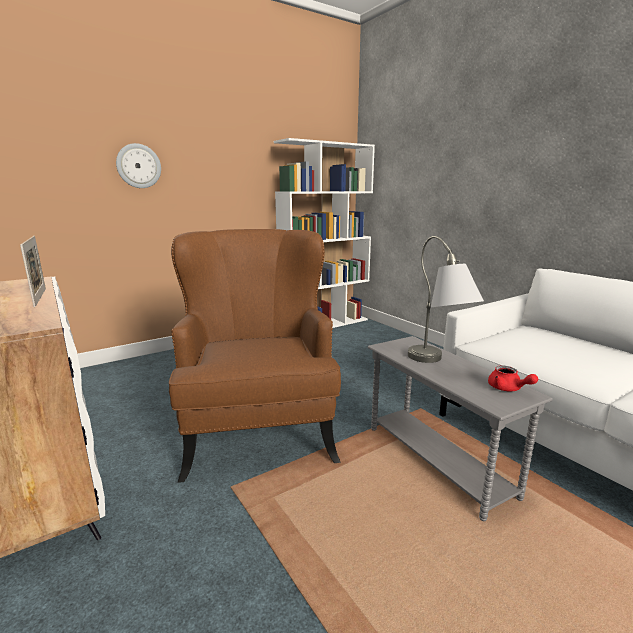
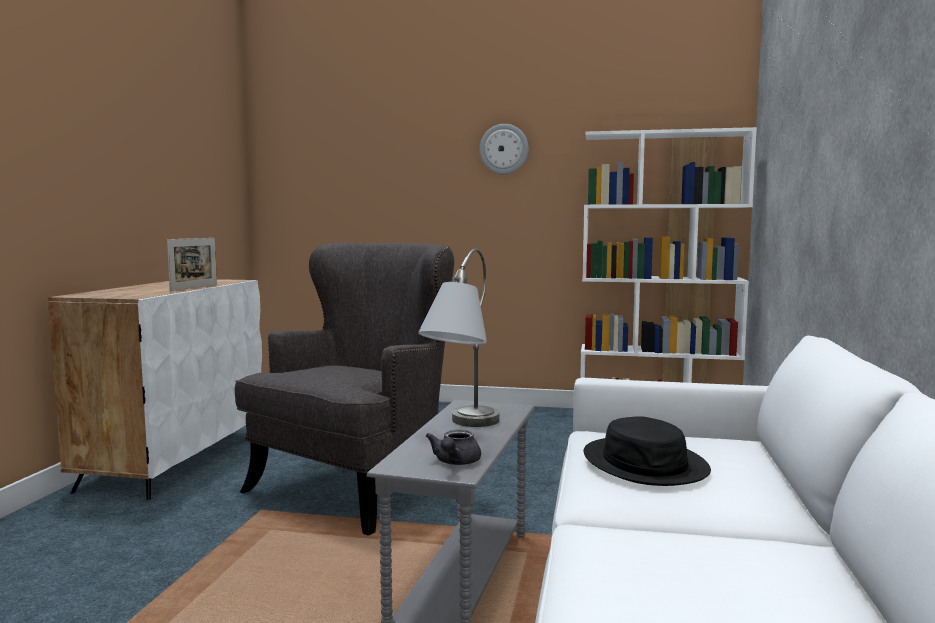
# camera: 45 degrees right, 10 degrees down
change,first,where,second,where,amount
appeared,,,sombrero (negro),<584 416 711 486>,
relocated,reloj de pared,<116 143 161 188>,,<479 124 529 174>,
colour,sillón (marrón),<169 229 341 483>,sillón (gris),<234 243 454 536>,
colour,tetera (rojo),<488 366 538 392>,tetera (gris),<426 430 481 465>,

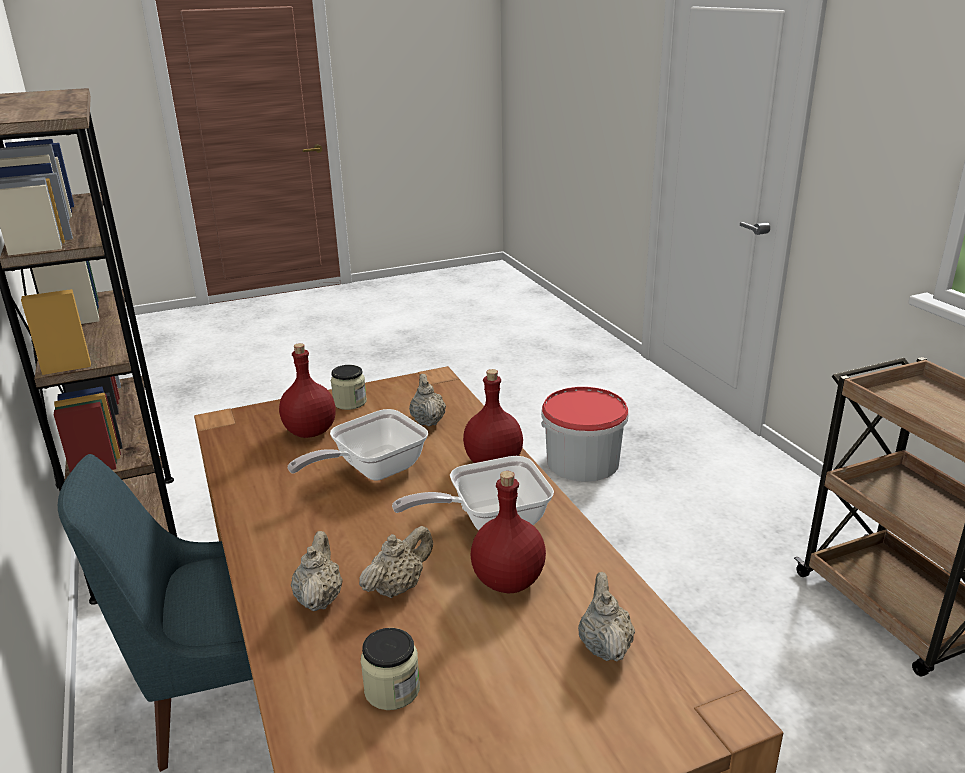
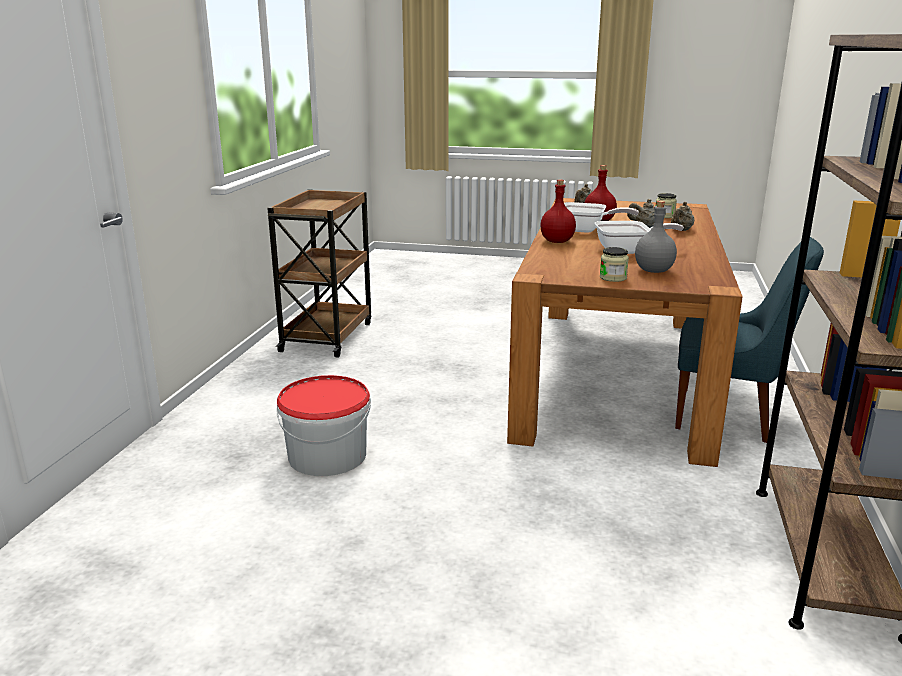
# camera: 145 degrees left, 5 degrees down
change,first,where,second,where,amount
missing,tetera (beis),<409 374 446 427>,,,
colour,botella (rojo),<279 343 336 438>,botella (gris),<635 201 677 273>,

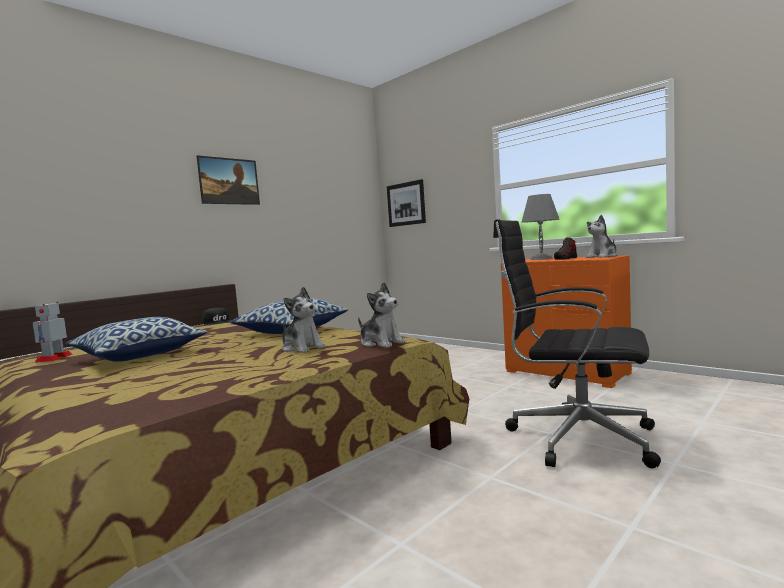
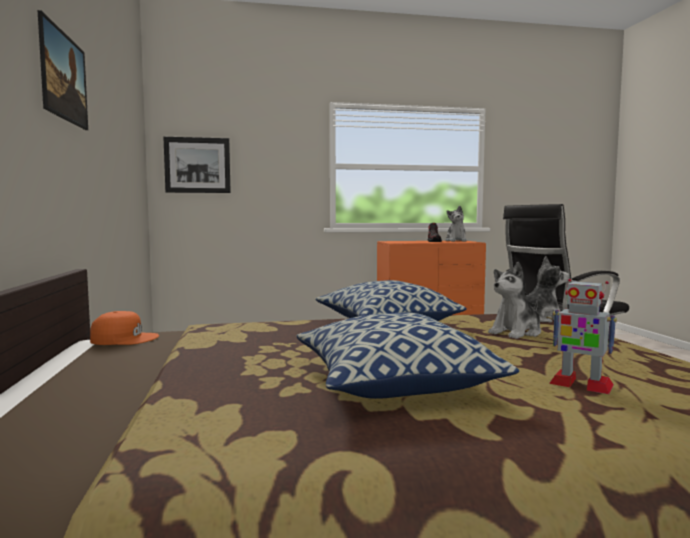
# camera: 55 degrees left, 0 degrees up
change,first,where,second,where,amount
missing,lámpara de mesa (gris),<522 194 559 260>,,,
relocated,robot de juguete,<32 302 73 363>,,<549 279 617 394>,
colour,gorra (negro),<202 307 232 325>,gorra (naranja),<90 311 159 345>,
spun,peluche,<282 287 326 353>,,<488 262 541 339>,150 degrees clockwise

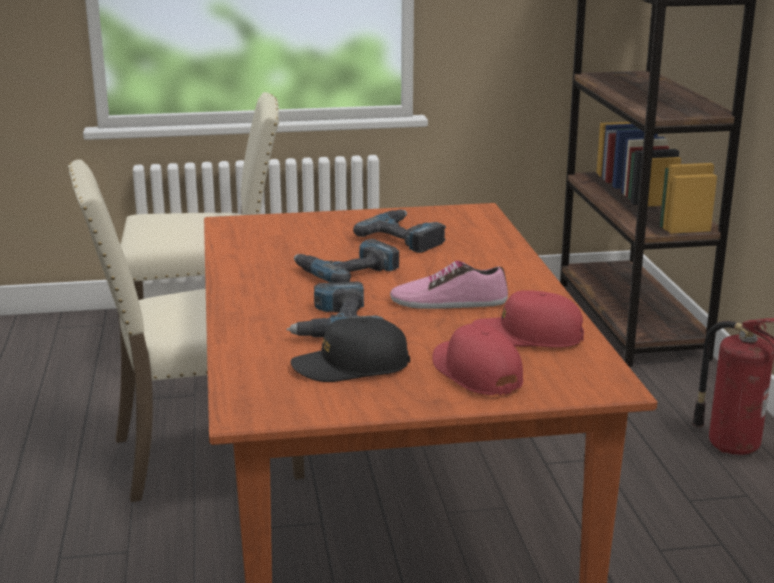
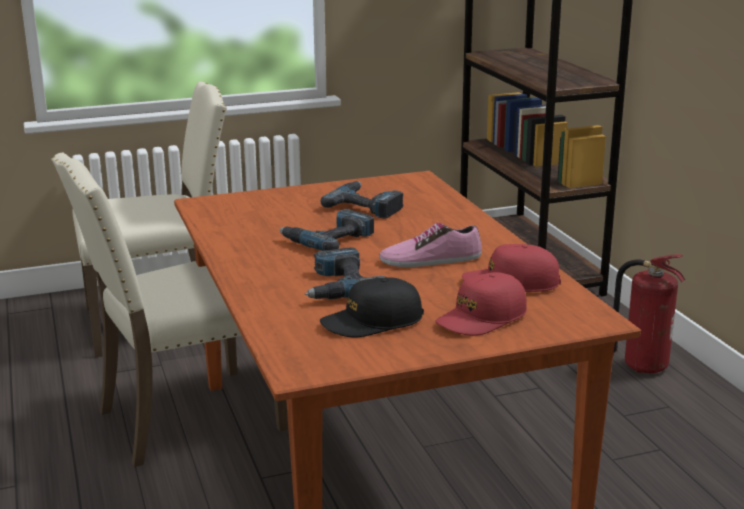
# camera: 10 degrees left, 0 degrees up
change,first,where,second,where,amount
spun,gorra (rojo),<432 323 523 396>,,<435 272 527 336>,90 degrees counterclockwise

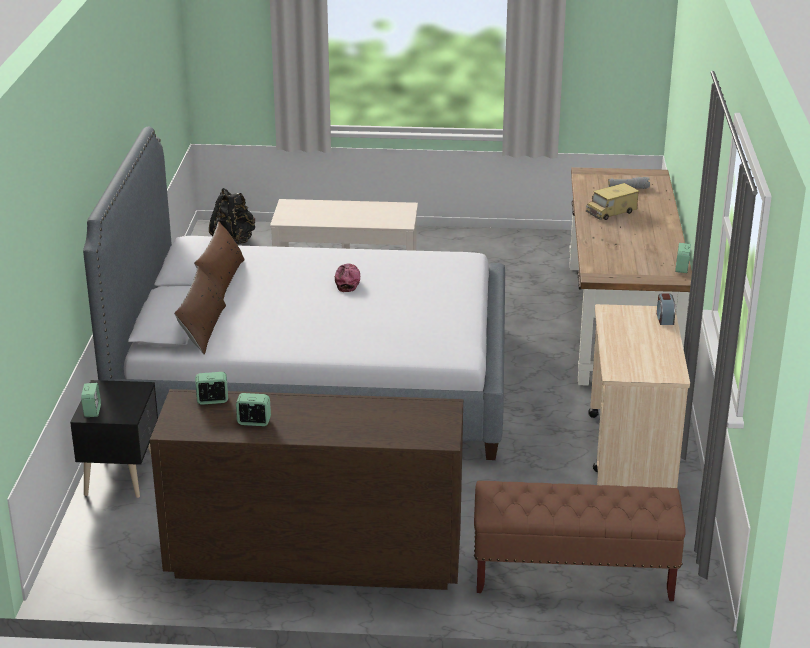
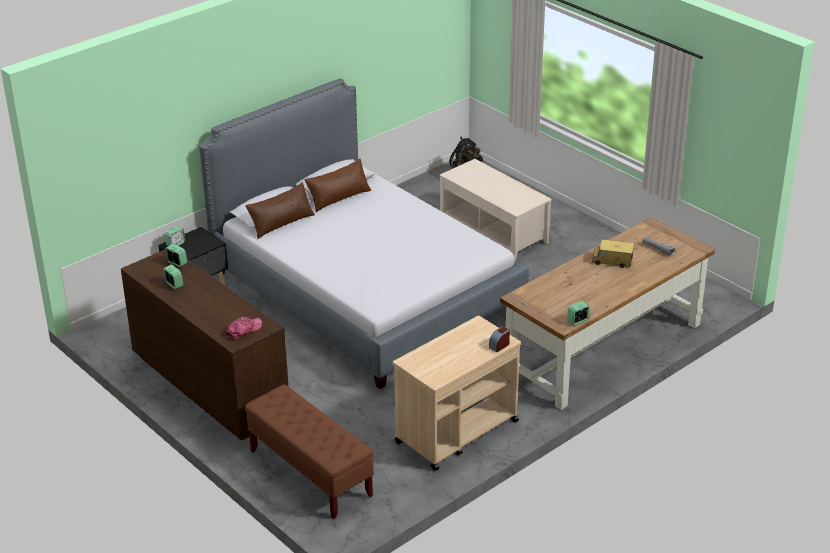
# camera: 45 degrees right, 5 degrees up
change,first,where,second,where,amount
relocated,gorra,<335 264 360 292>,,<225 316 262 341>,

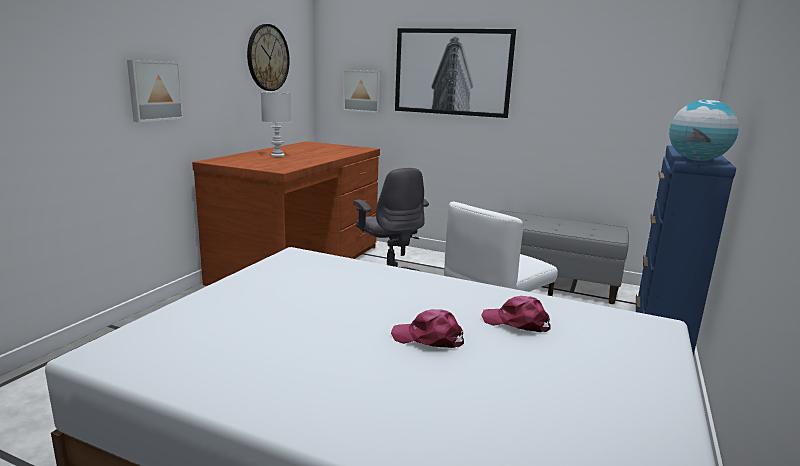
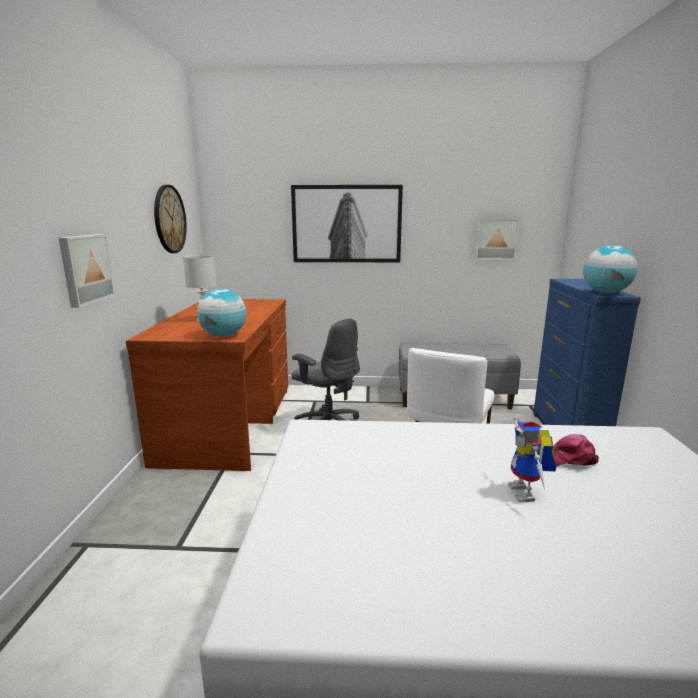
# camera: 20 degrees left, 0 degrees up
change,first,where,second,where,amount
appeared,,,globo terráqueo,<197 289 247 337>,
relocated,cuadro,<343 70 381 113>,,<475 219 520 260>,
exchanged,gorra (rosa),<391 309 464 348>,robot de juguete,<508 417 556 502>,

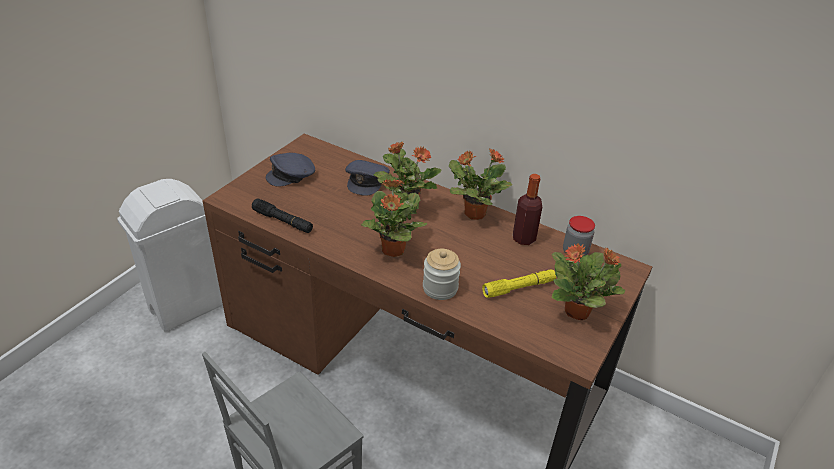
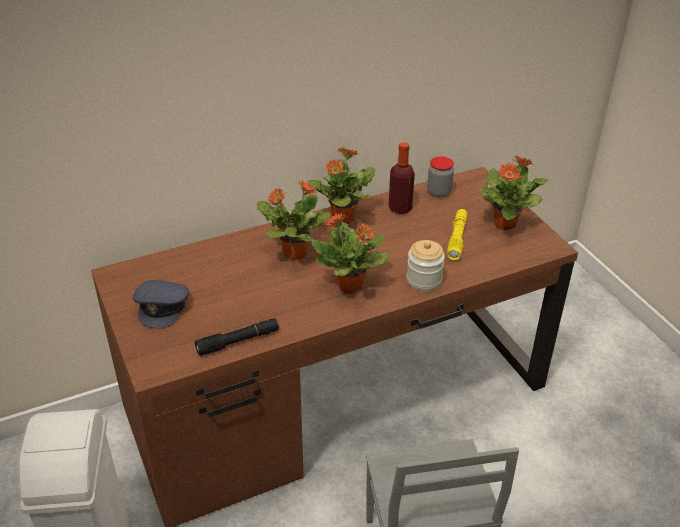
# camera: 55 degrees left, 0 degrees up
change,first,where,second,where,amount
missing,gorra (gris),<345 160 390 196>,,,

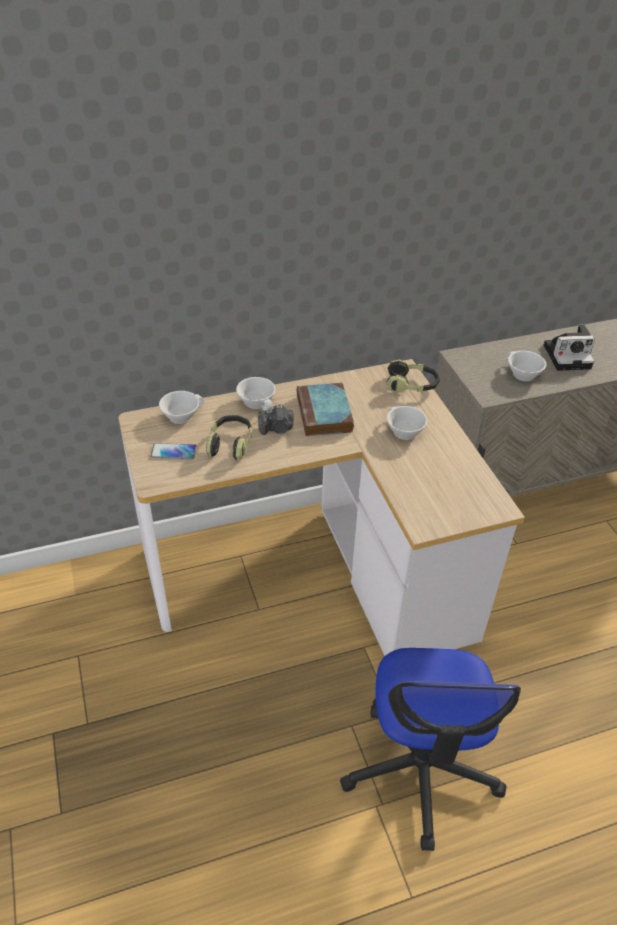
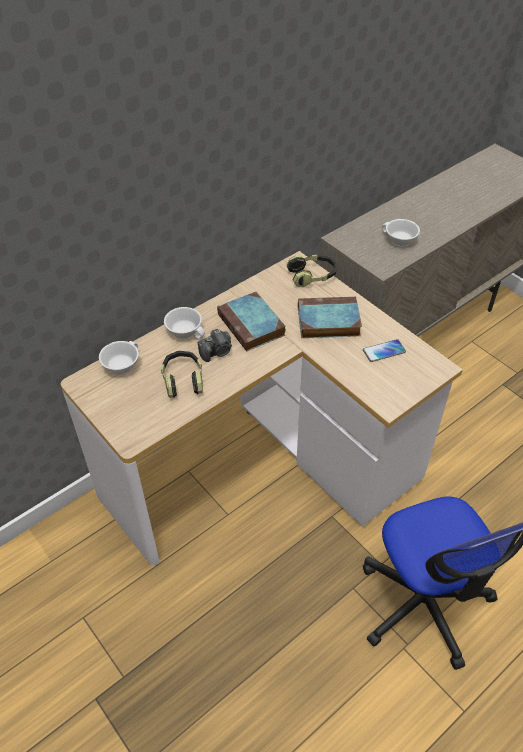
# camera: 20 degrees left, 5 degrees up
change,first,where,second,where,amount
missing,cámara,<544 325 595 371>,,,
relocated,móvil,<151 443 196 460>,,<363 339 406 362>,
exchanged,taza (blanco),<387 406 427 440>,libro,<298 297 362 338>,

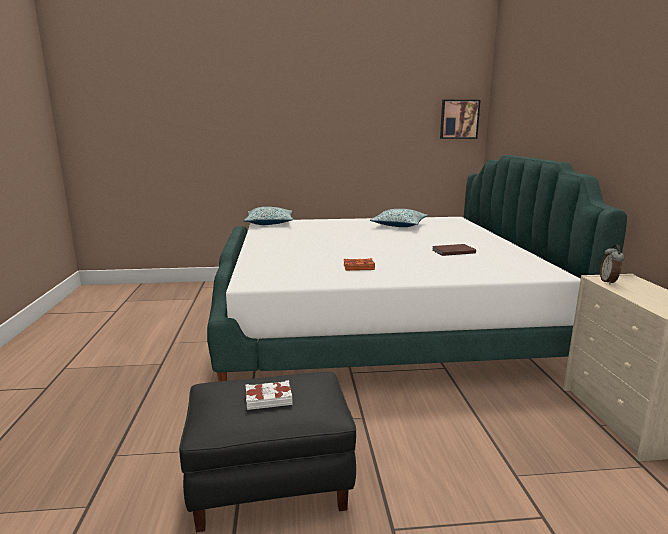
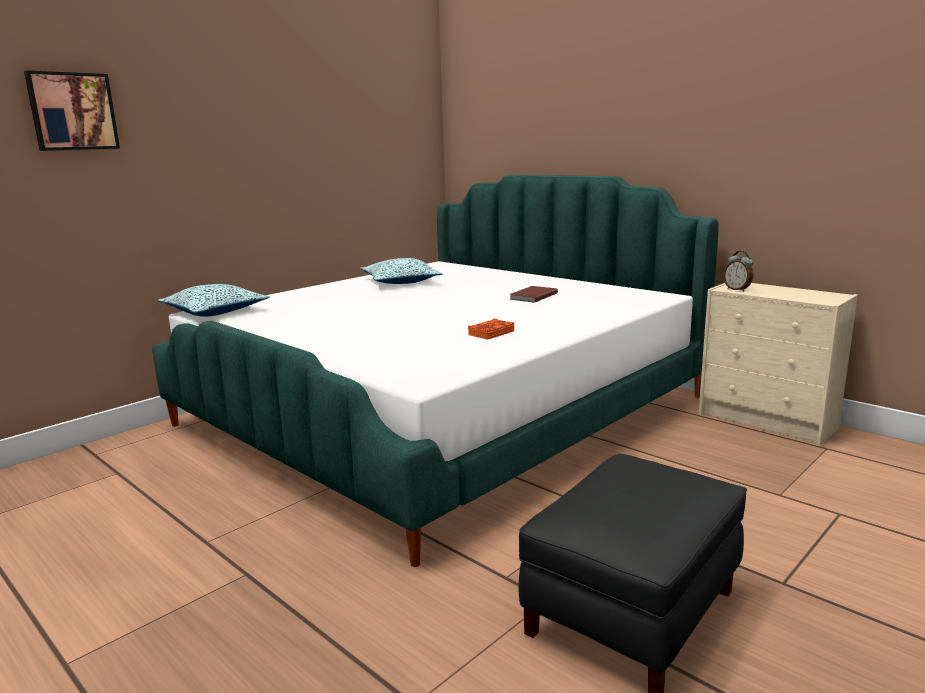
# camera: 40 degrees left, 0 degrees up
change,first,where,second,where,amount
missing,libro (blanco),<246 380 293 410>,,,
relocated,cuadro,<440 100 481 139>,,<24 71 120 151>,

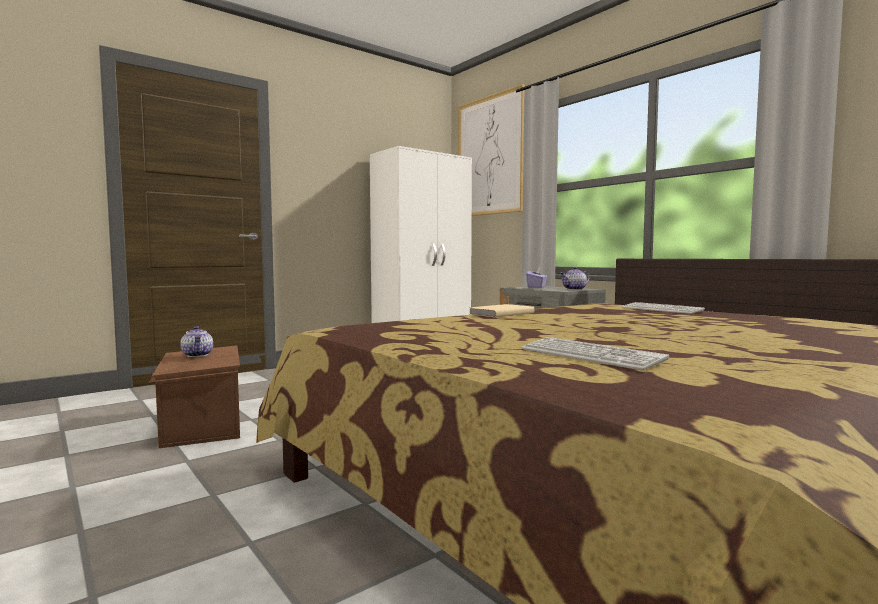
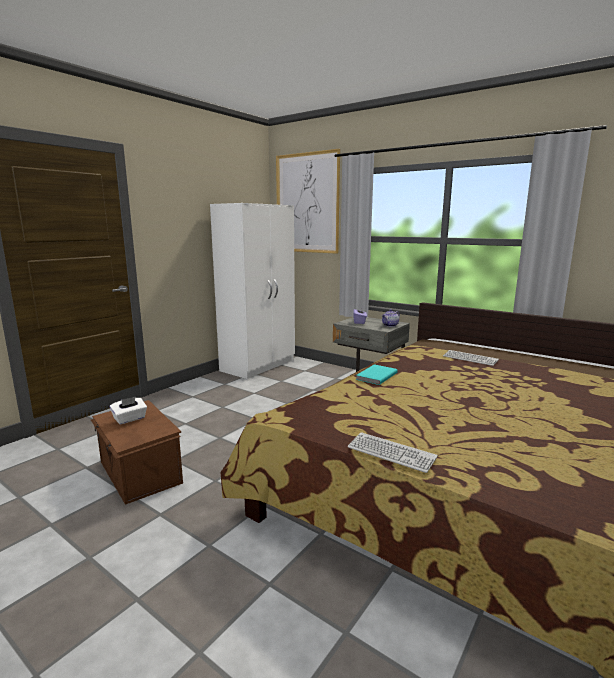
# camera: 15 degrees left, 10 degrees up
change,first,where,second,where,amount
relocated,teclado,<522 337 669 370>,,<348 432 438 473>,
exchanged,tetera,<180 326 213 357>,caja de pañuelos (blanco),<110 396 147 424>,
colour,libro (beis),<469 304 535 317>,libro (turquesa),<356 364 398 385>,

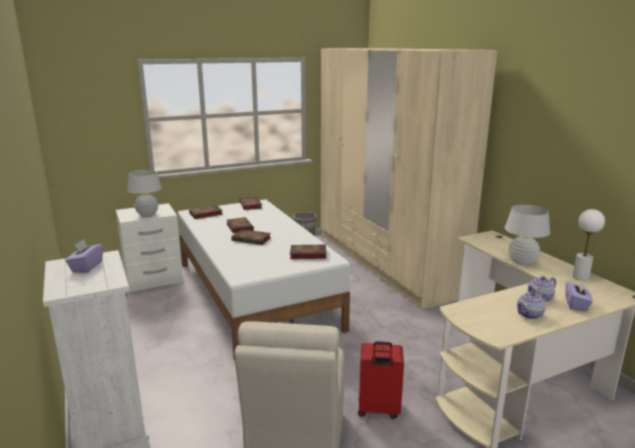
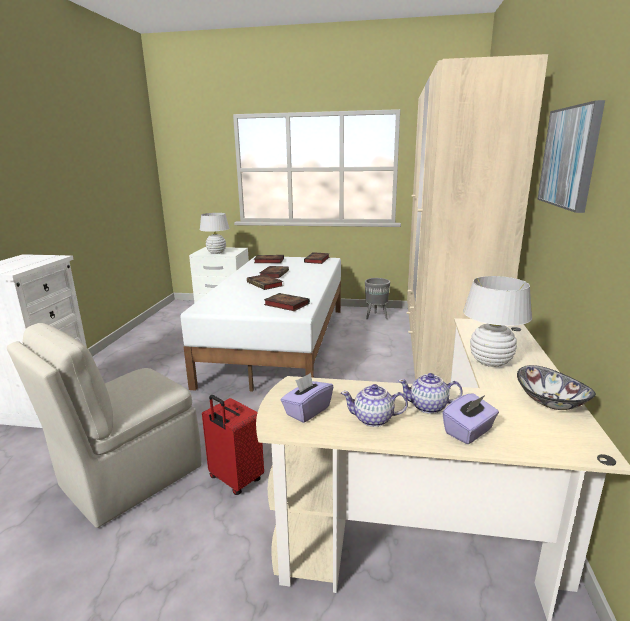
# camera: 35 degrees right, 0 degrees up
change,first,where,second,where,amount
appeared,,,cuadro,<537 100 605 213>,
relocated,caja de pañuelos (morado),<65 239 103 272>,,<281 373 333 423>,
exchanged,lámpara de mesa (blanco),<573 209 605 280>,cuenco,<517 365 596 410>,

